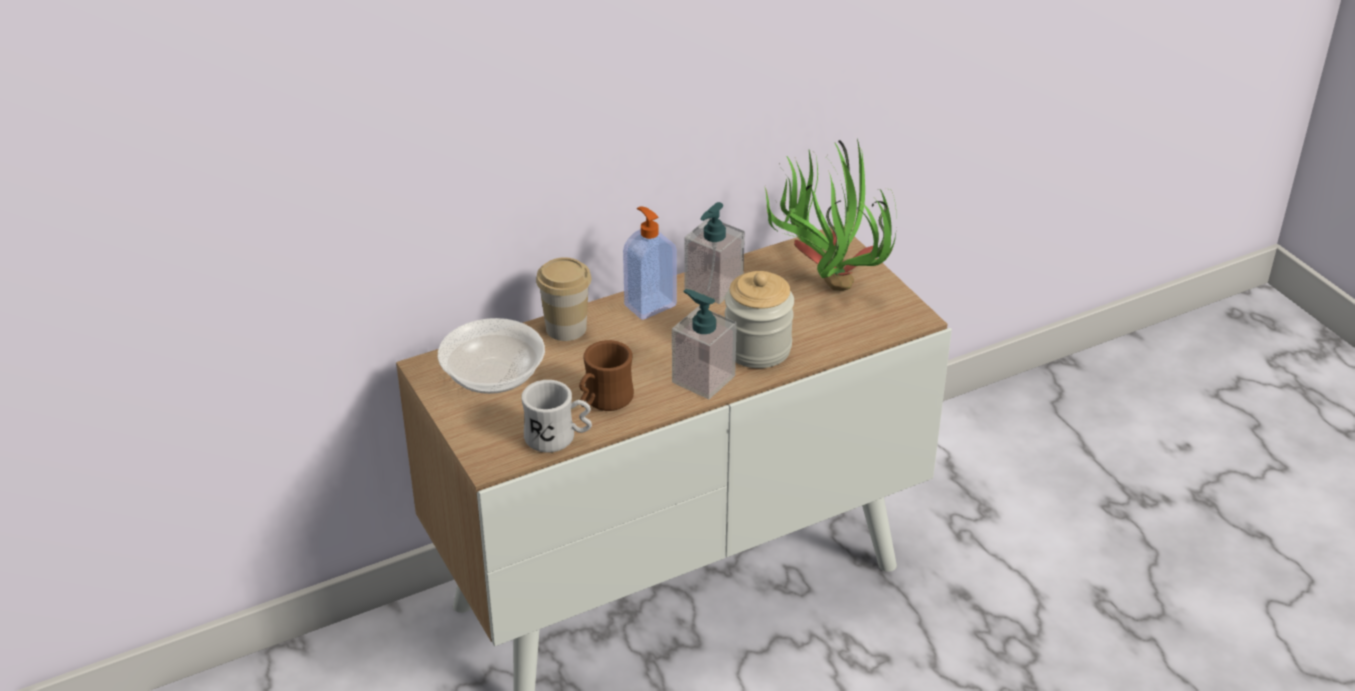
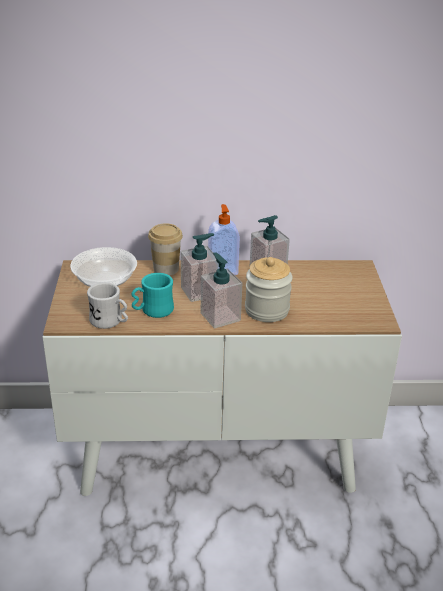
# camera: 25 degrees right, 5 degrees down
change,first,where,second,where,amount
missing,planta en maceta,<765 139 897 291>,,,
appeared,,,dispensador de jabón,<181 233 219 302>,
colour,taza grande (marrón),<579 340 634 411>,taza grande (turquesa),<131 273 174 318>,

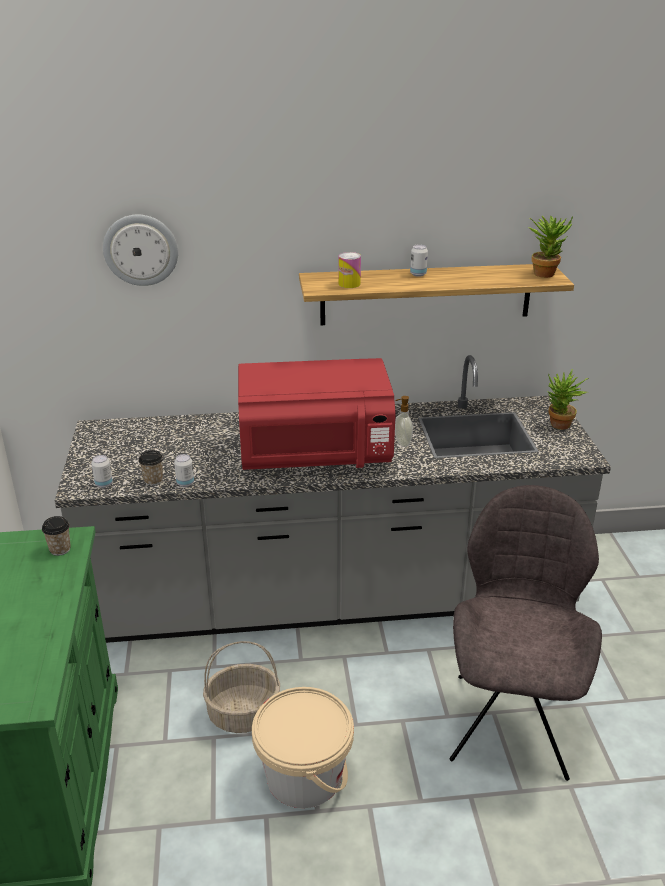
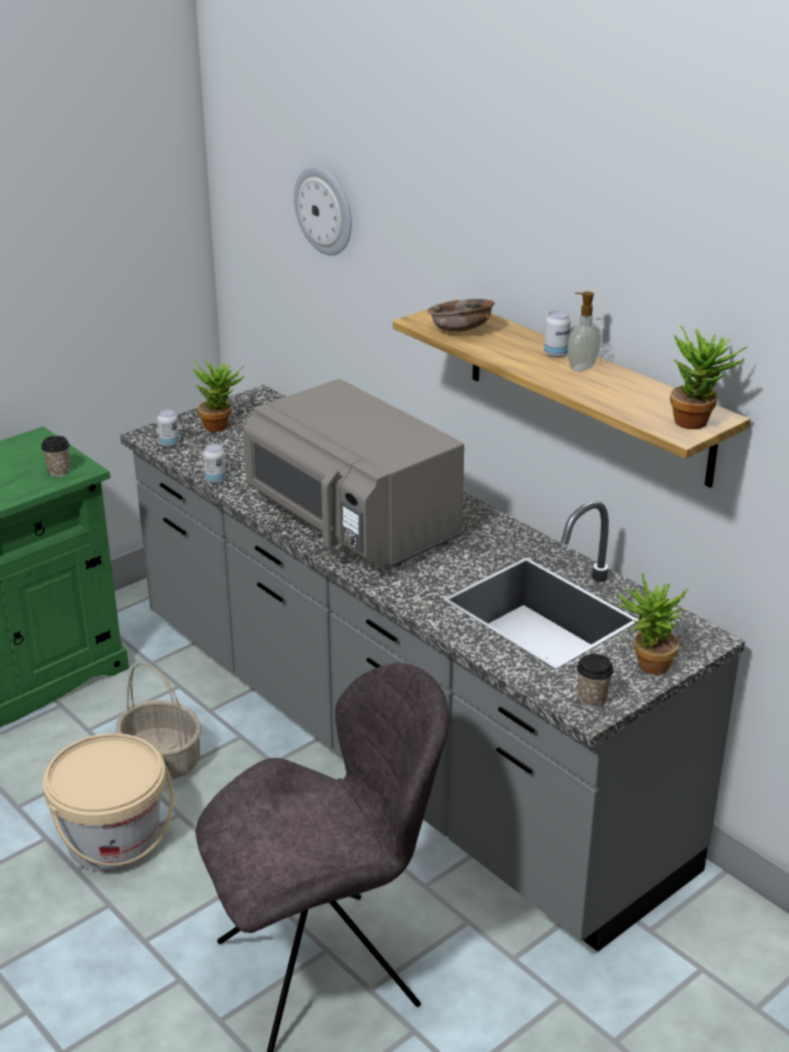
# camera: 55 degrees right, 0 degrees up
change,first,where,second,where,amount
appeared,,,planta en maceta,<192 360 245 432>,
relocated,taza,<139 450 163 486>,,<577 654 614 708>,
relocated,dispensador de jabón,<395 396 413 447>,,<568 291 601 372>,
exchanged,lata,<338 252 361 288>,cuenco (marrón),<428 299 495 332>,
colour,microondas (rojo),<238 358 396 470>,microondas (gris),<243 379 464 569>,

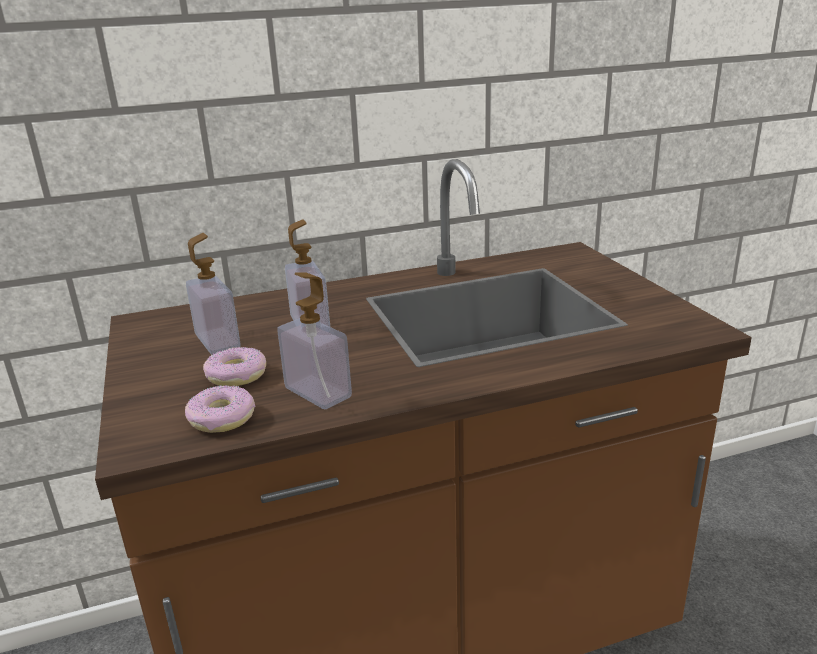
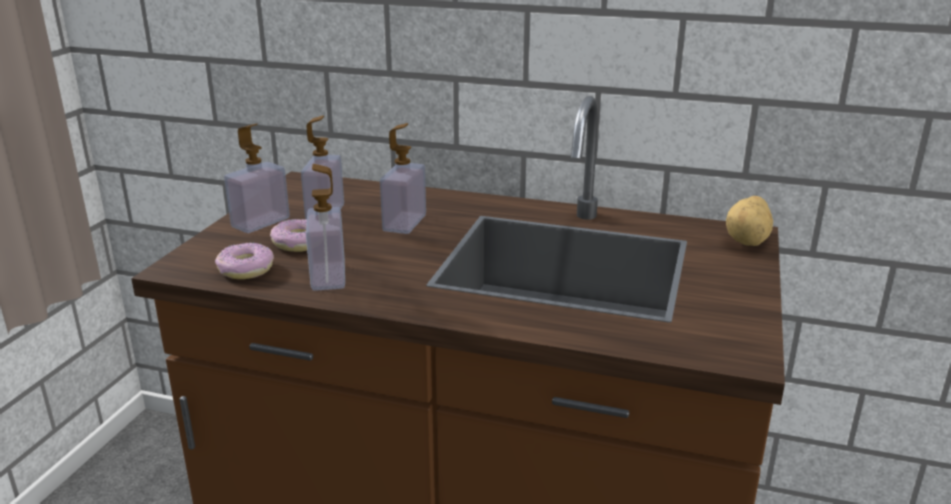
# camera: 35 degrees right, 0 degrees up
change,first,where,second,where,amount
appeared,,,dispensador de jabón,<224 124 290 233>,
appeared,,,patata,<726 196 773 246>,

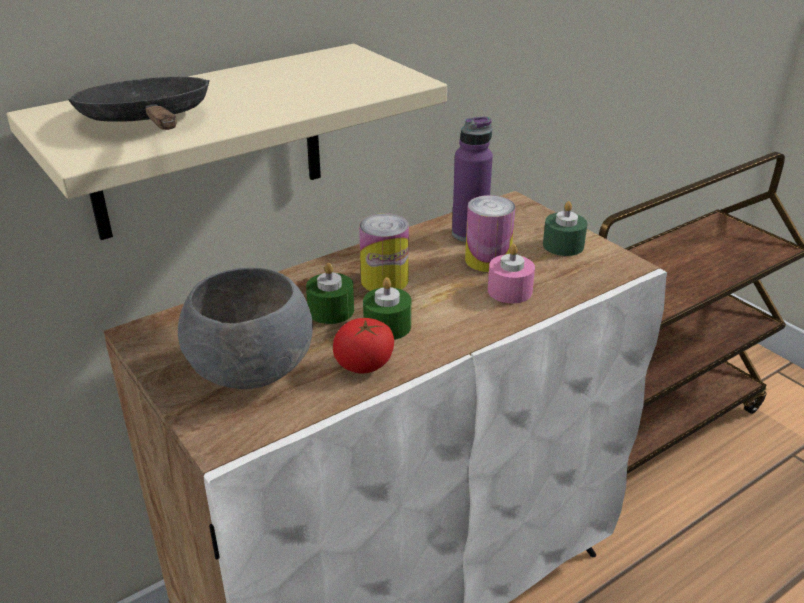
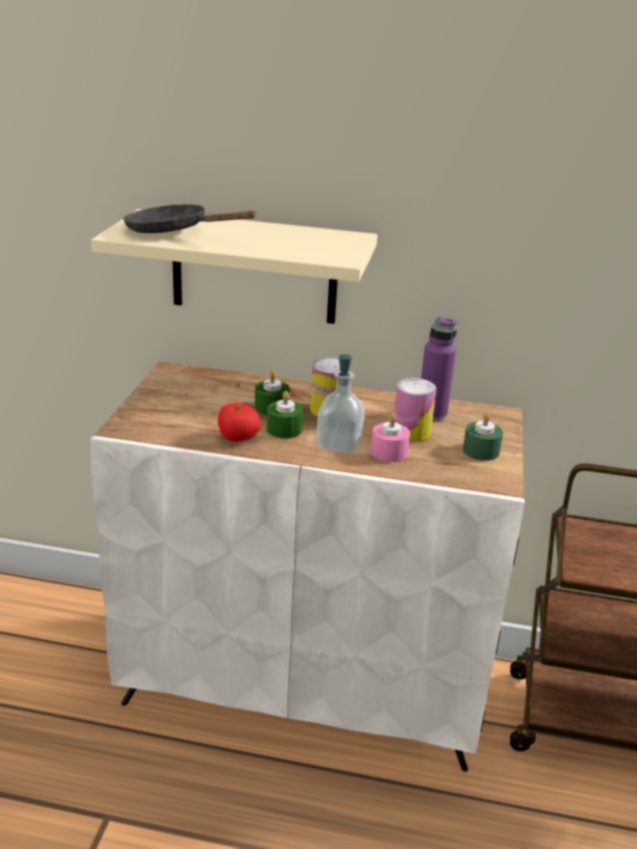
# camera: 45 degrees right, 5 degrees down
change,first,where,second,where,amount
missing,cuenco (gris),<178 268 313 389>,,,
appeared,,,dispensador de jabón,<317 354 365 454>,
spun,sartén (negro),<68 77 210 130>,,<123 204 257 233>,90 degrees counterclockwise

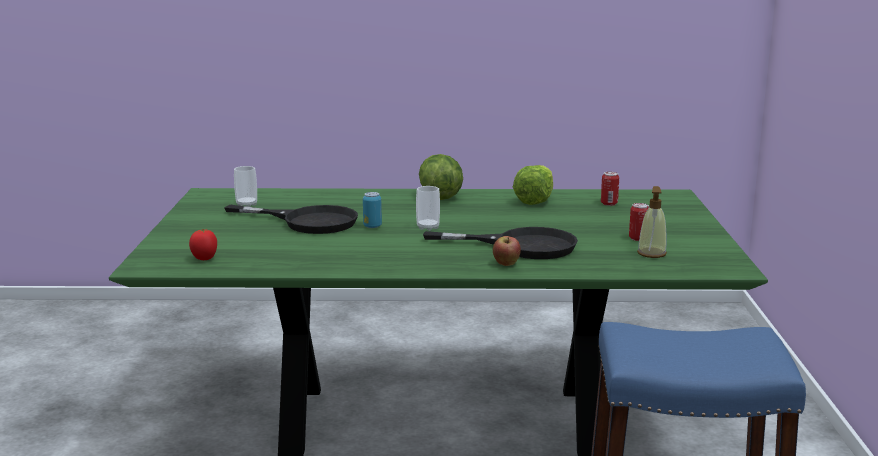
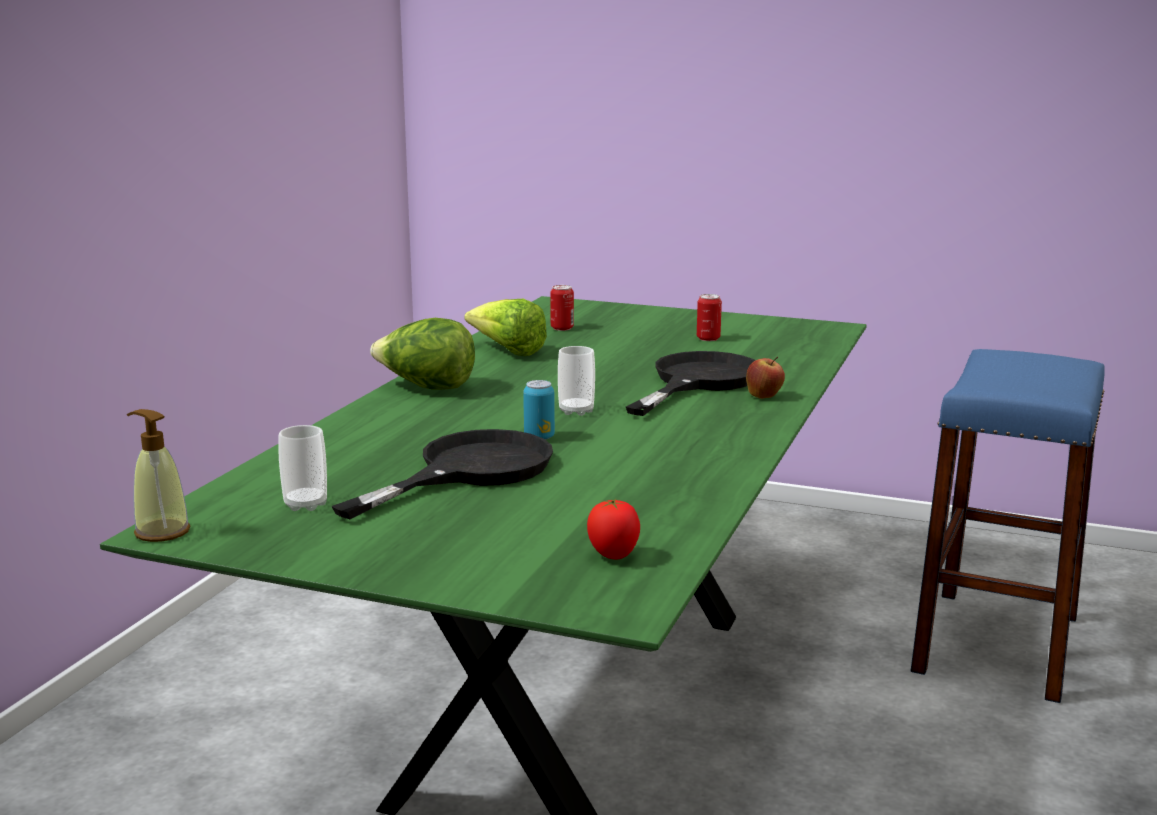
# camera: 70 degrees left, 0 degrees up
change,first,where,second,where,amount
relocated,dispensador de jabón,<637 186 667 258>,,<127 409 190 542>,

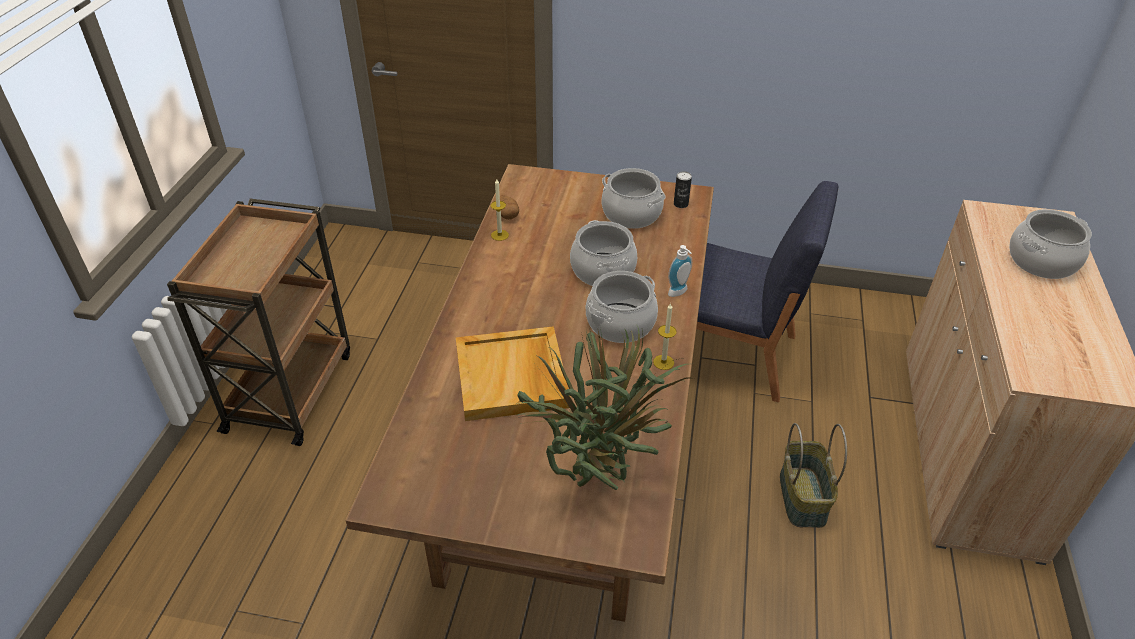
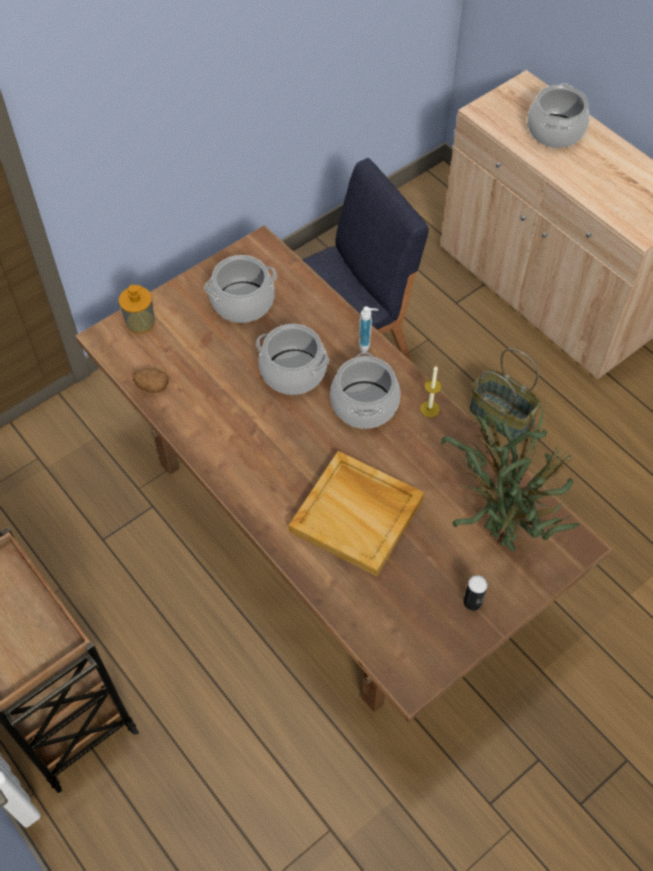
# camera: 50 degrees left, 15 degrees up
change,first,where,second,where,amount
missing,vela,<491 179 509 241>,,,
appeared,,,dispensador de jabón,<119 285 155 334>,
relocated,lata,<674 171 692 208>,,<463 575 488 611>,

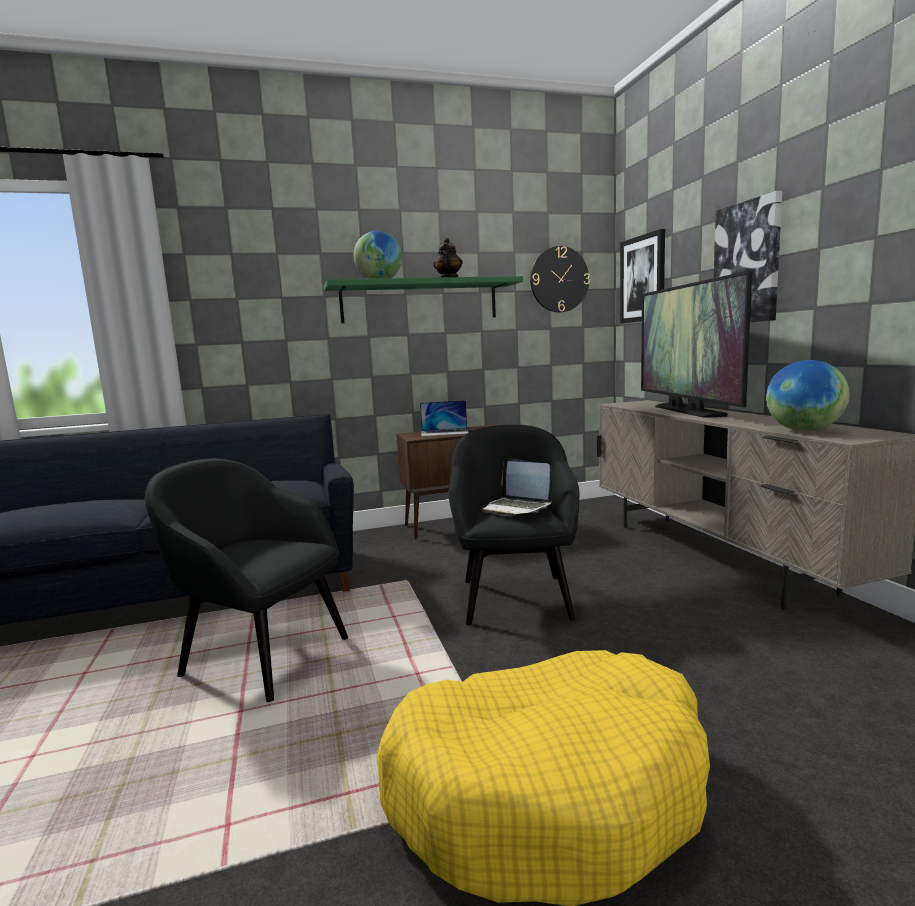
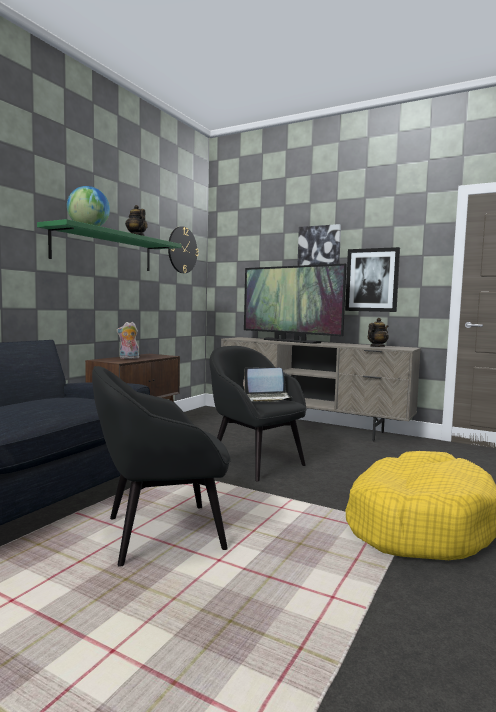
# camera: 45 degrees left, 5 degrees down
change,first,where,second,where,amount
relocated,cuadro,<620 229 665 323>,,<345 247 400 312>,
exchanged,portátil,<420 400 469 436>,peluche,<116 322 139 359>,
exchanged,globo terráqueo,<766 360 849 431>,tetera,<368 318 389 347>,

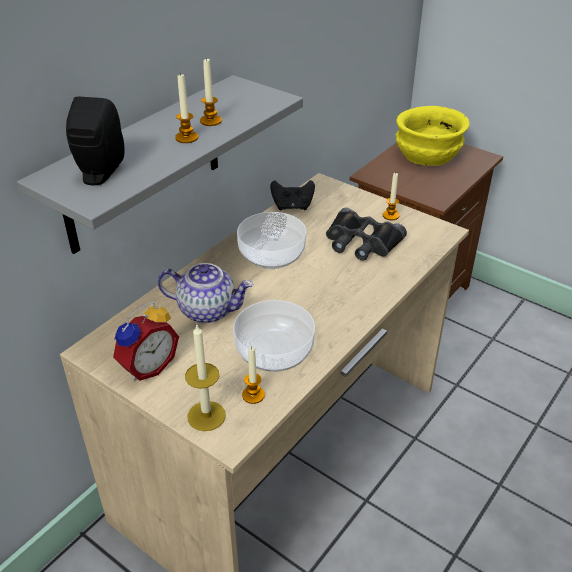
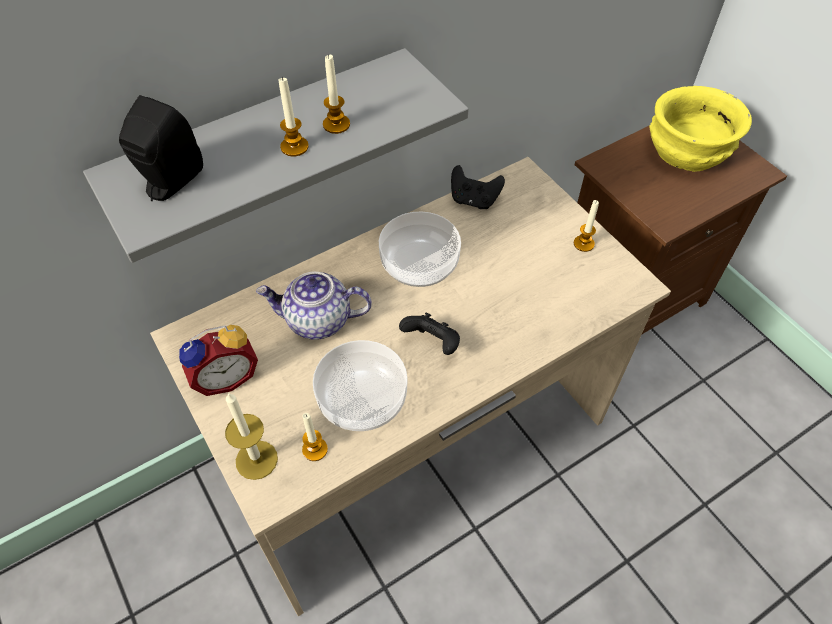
# camera: 20 degrees right, 15 degrees up
change,first,where,second,where,amount
missing,prismáticos (negro),<326 208 407 261>,,,
appeared,,,mando de consola (negro),<399 313 460 355>,
spun,tetera,<158 263 253 323>,,<256 272 372 340>,150 degrees clockwise

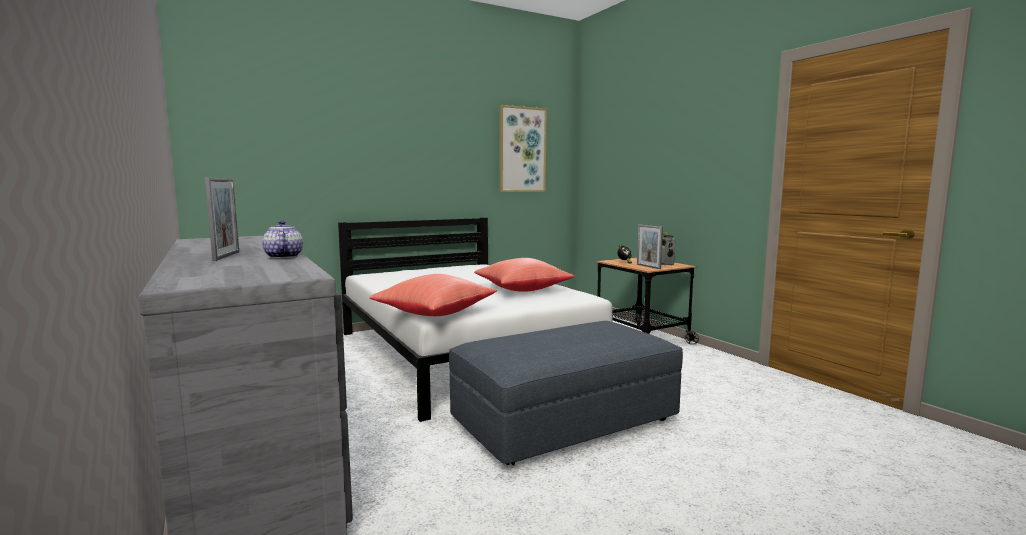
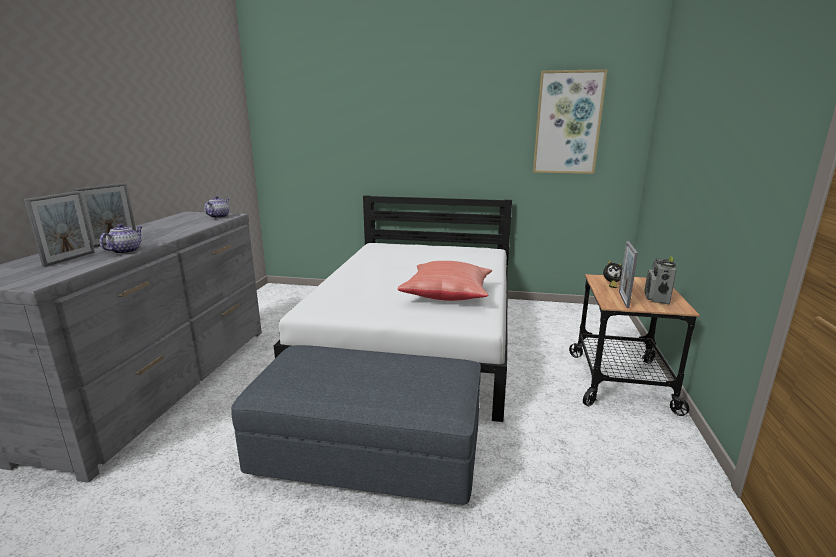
# camera: 40 degrees right, 10 degrees up
change,first,where,second,where,amount
missing,cojín (rojo),<369 274 496 316>,,,
appeared,,,portarretratos,<24 191 95 267>,
appeared,,,tetera,<204 196 229 218>,

